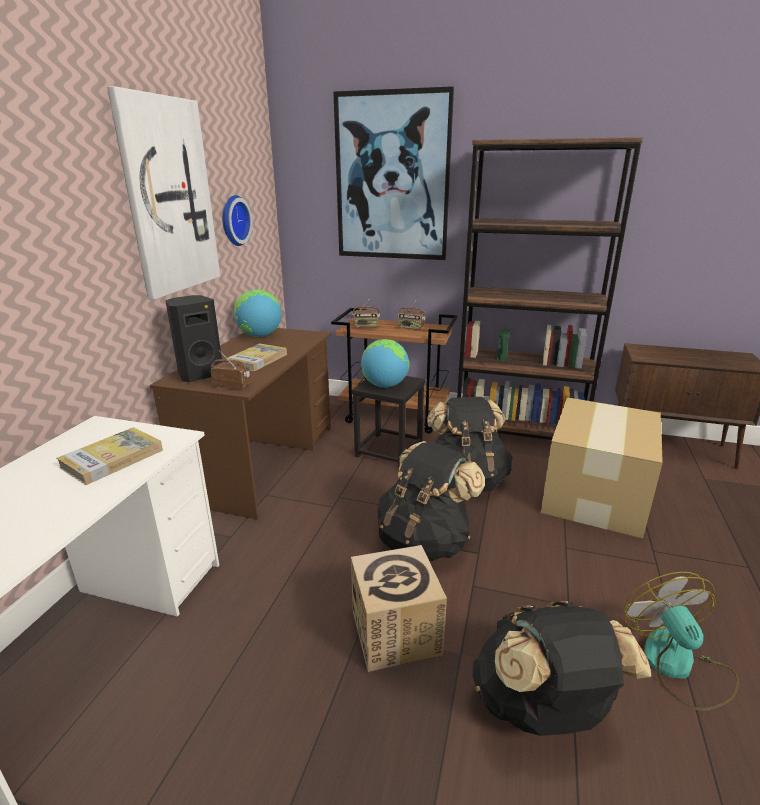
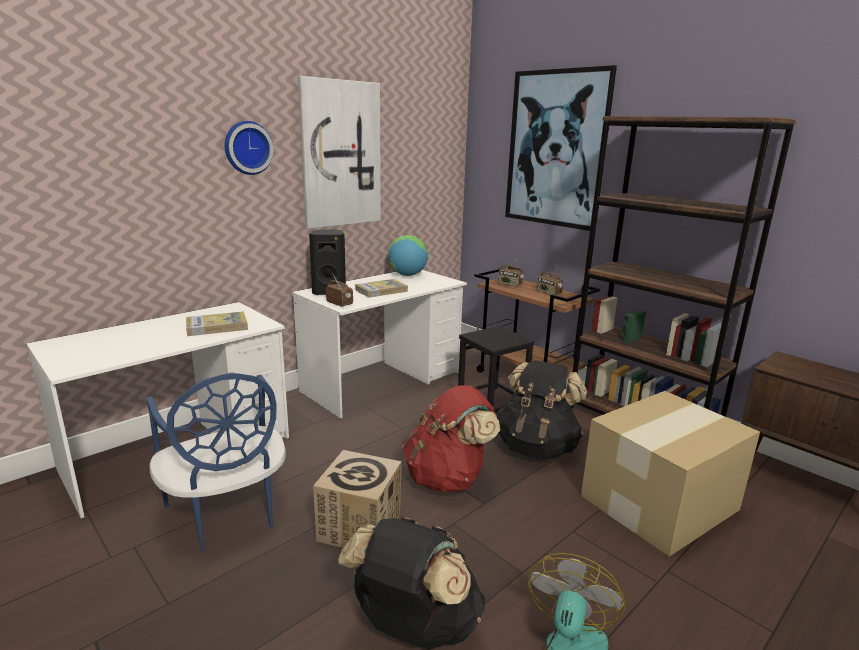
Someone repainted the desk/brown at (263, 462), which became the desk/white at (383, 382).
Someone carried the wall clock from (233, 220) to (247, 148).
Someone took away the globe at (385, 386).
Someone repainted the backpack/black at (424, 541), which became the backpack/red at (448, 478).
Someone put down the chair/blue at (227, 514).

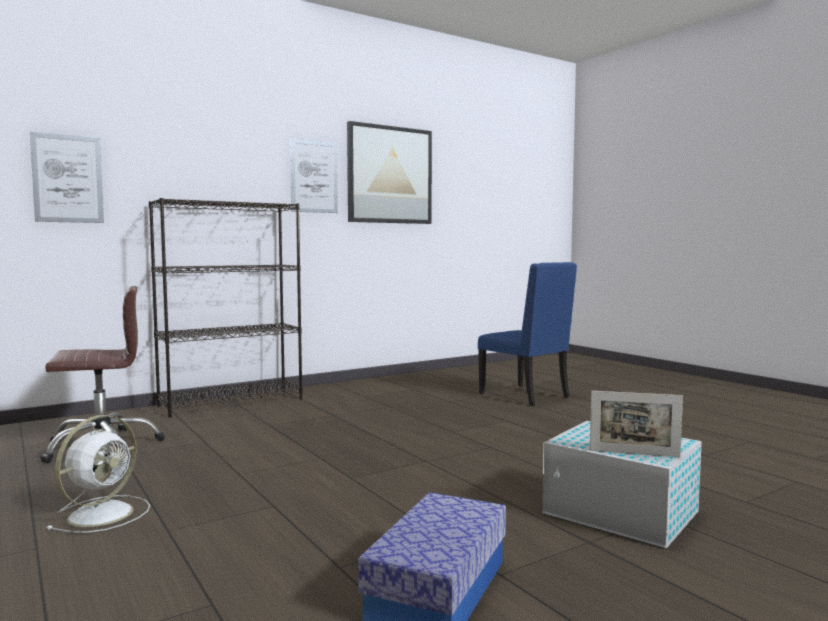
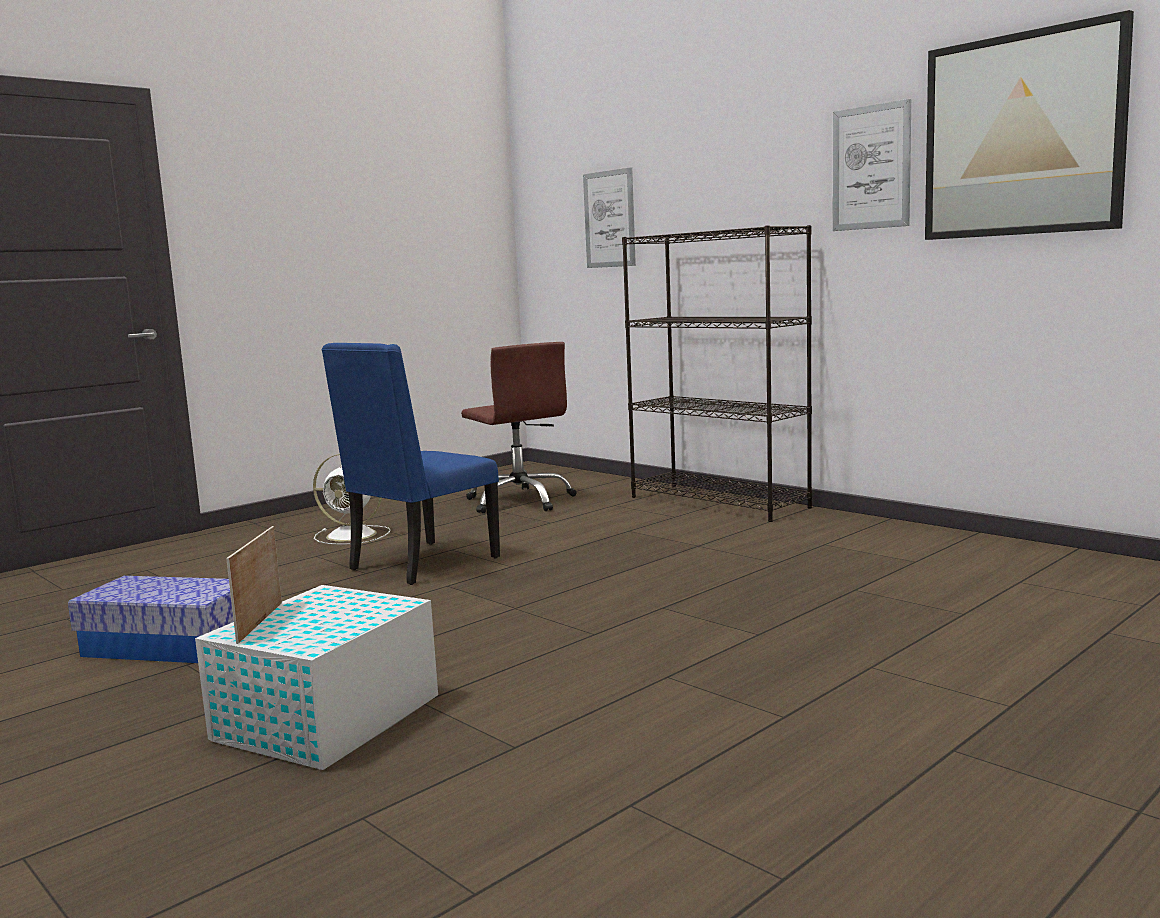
Someone carried the chair/blue from (526, 396) to (421, 564).

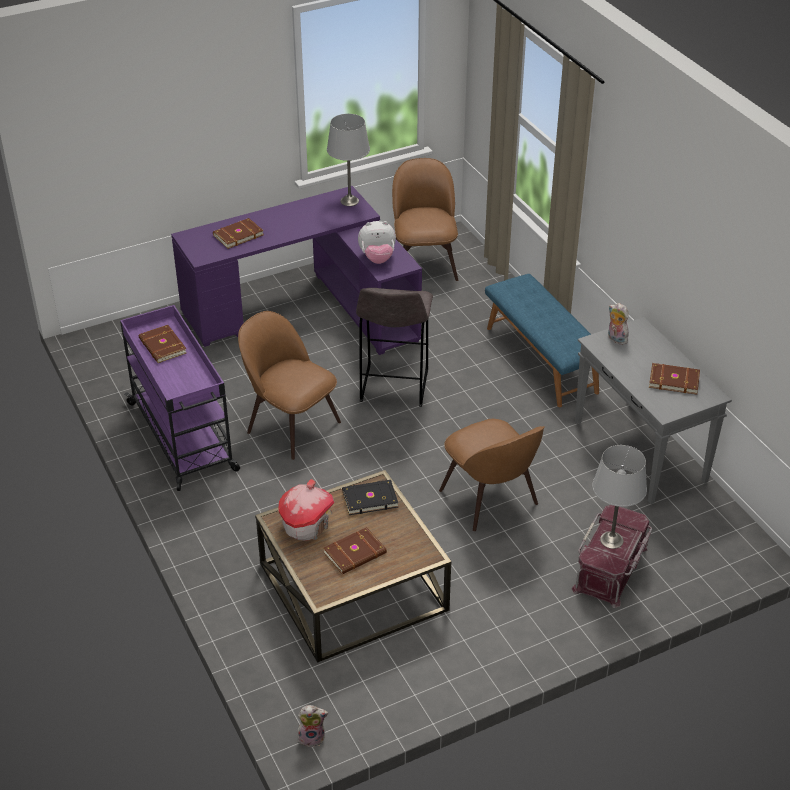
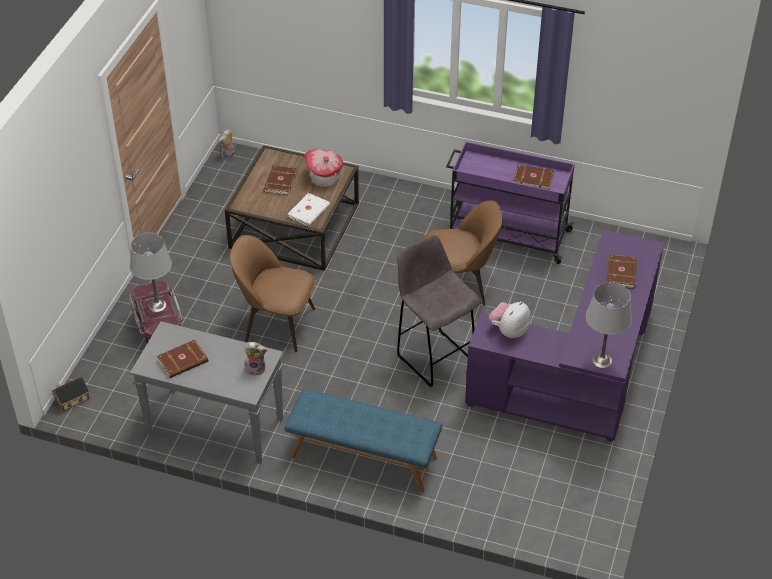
Someone repainted the book/black at (369, 498), which became the book/white at (309, 211).
Someone took away the chair/brown at (424, 264).
Someone put down the toy house at (70, 399).

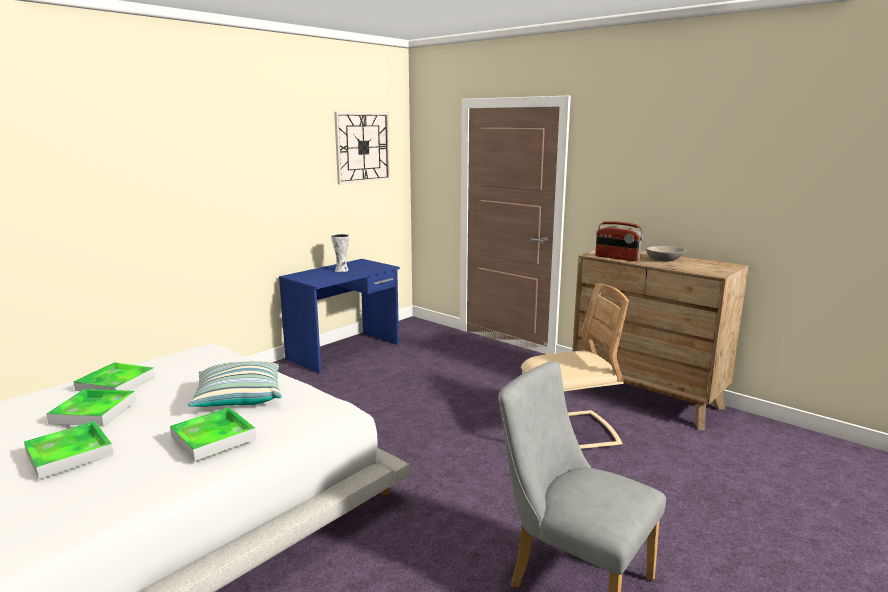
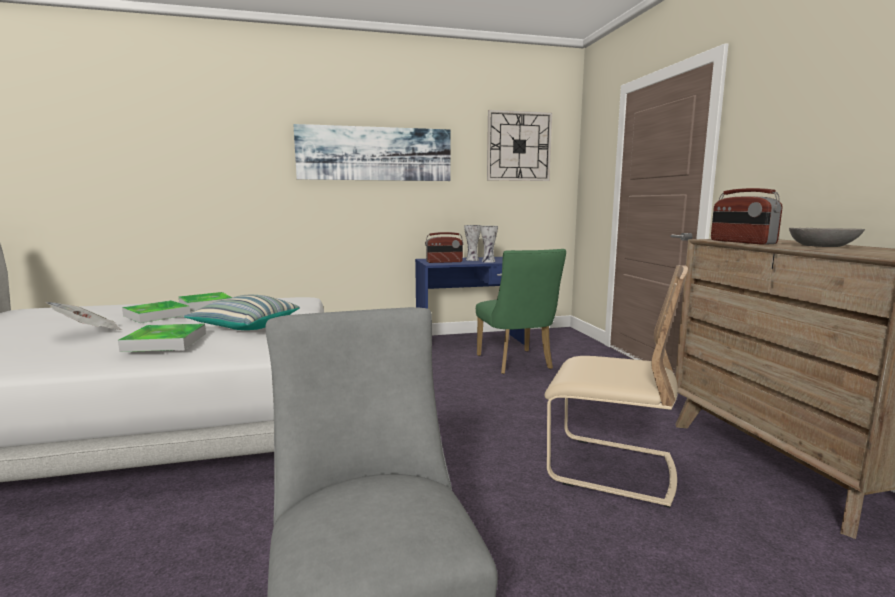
Someone swapped the tray at (69, 453) for the newspaper at (89, 332).
Someone put up the picture at (375, 154).
Someone put down the radio at (444, 262).
Someone put down the chair/green at (516, 364).
Someone put down the vase at (489, 261).

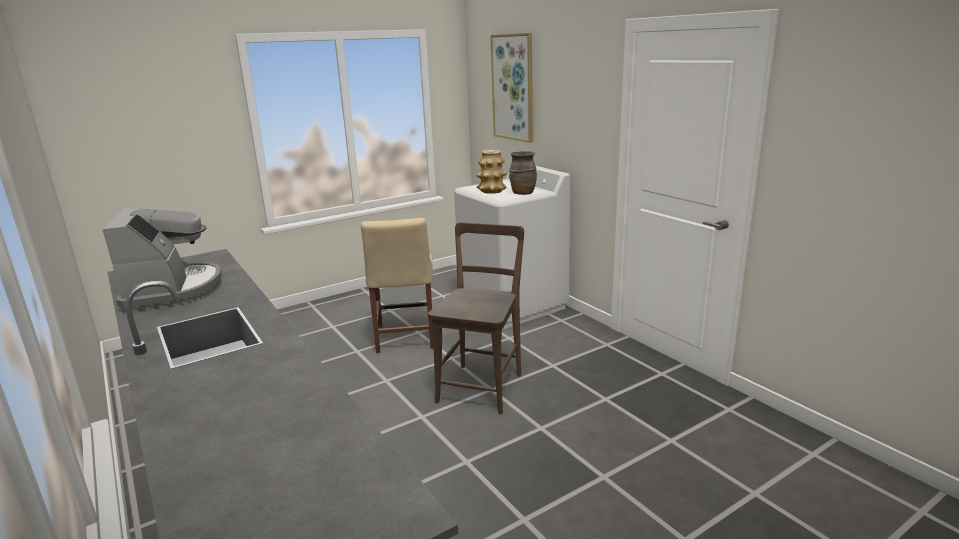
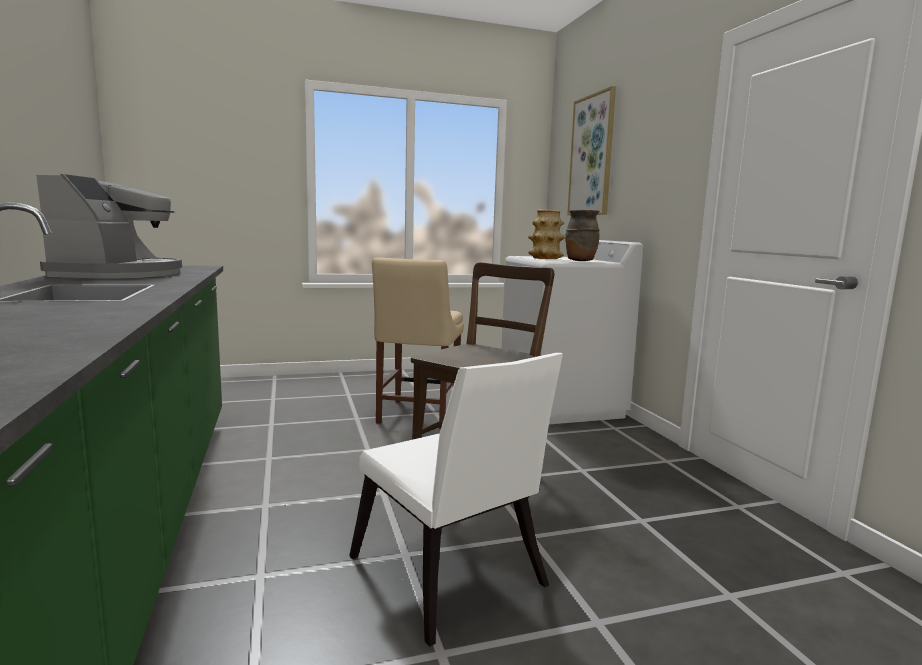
Someone put down the chair/white at (450, 580).

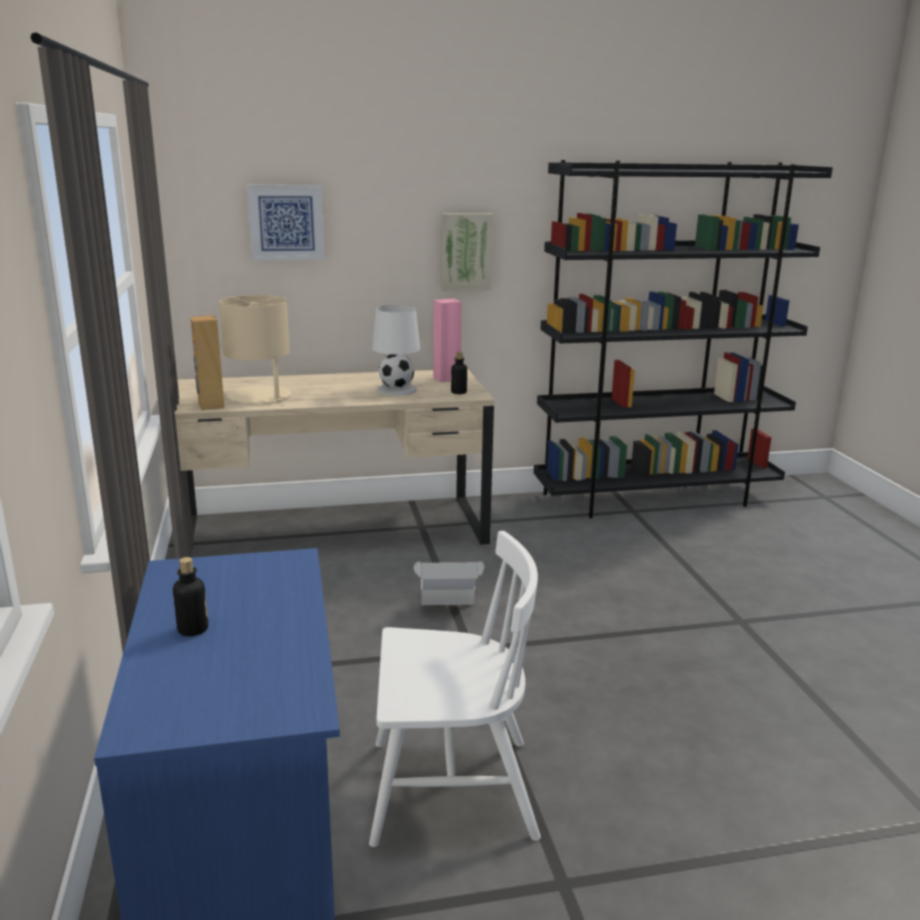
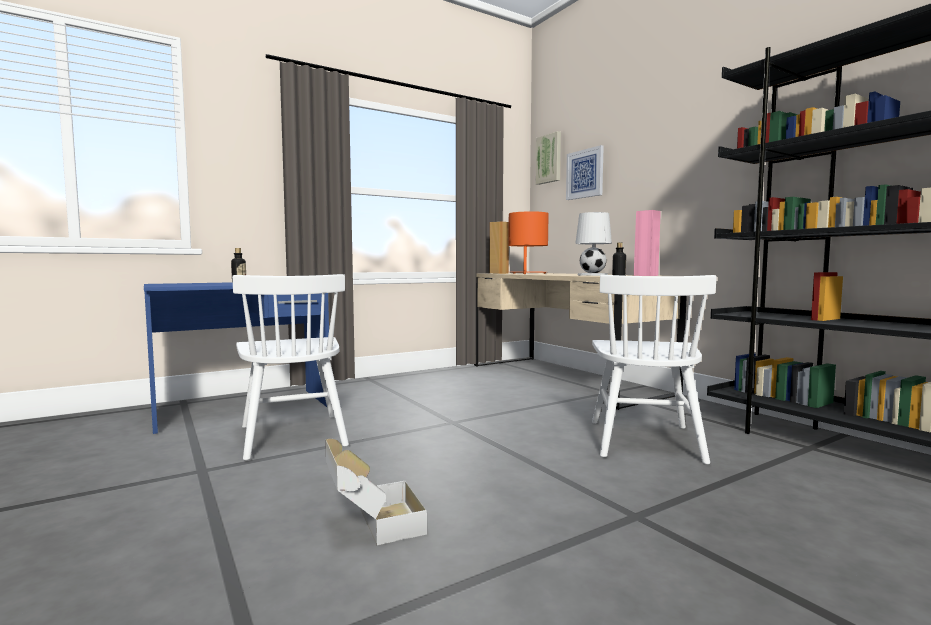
Someone repainted the table lamp/beige at (260, 396), which became the table lamp/orange at (527, 273).
Someone carried the cardboard box from (447, 603) to (372, 526).
Someone carried the picture from (466, 251) to (549, 159).
Someone put down the chair/white at (644, 441).

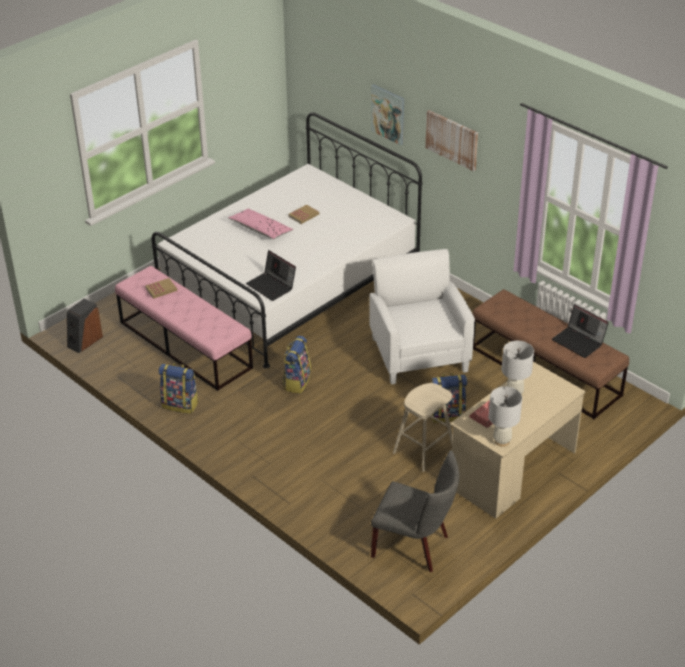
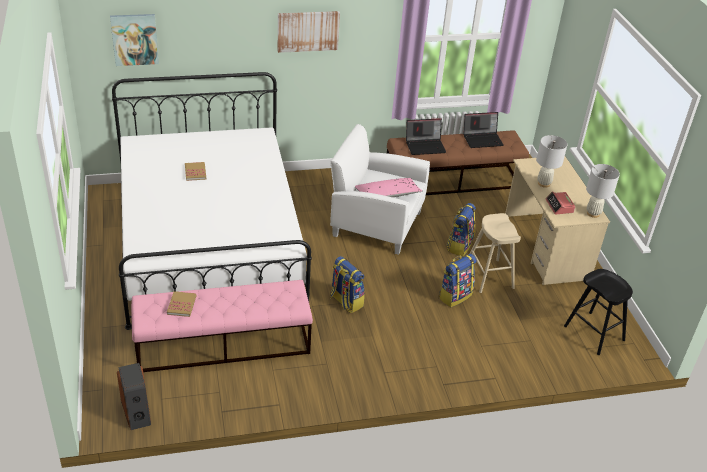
Someone carried the backpack from (180, 404) to (455, 296).
Someone carried the pillow/pink from (260, 229) to (387, 194).
Someone carried the laptop from (272, 286) to (425, 146).
Someone carried the picture from (388, 114) to (134, 39).
Someone swapped the chair/grey at (415, 546) for the stool/black at (594, 333).

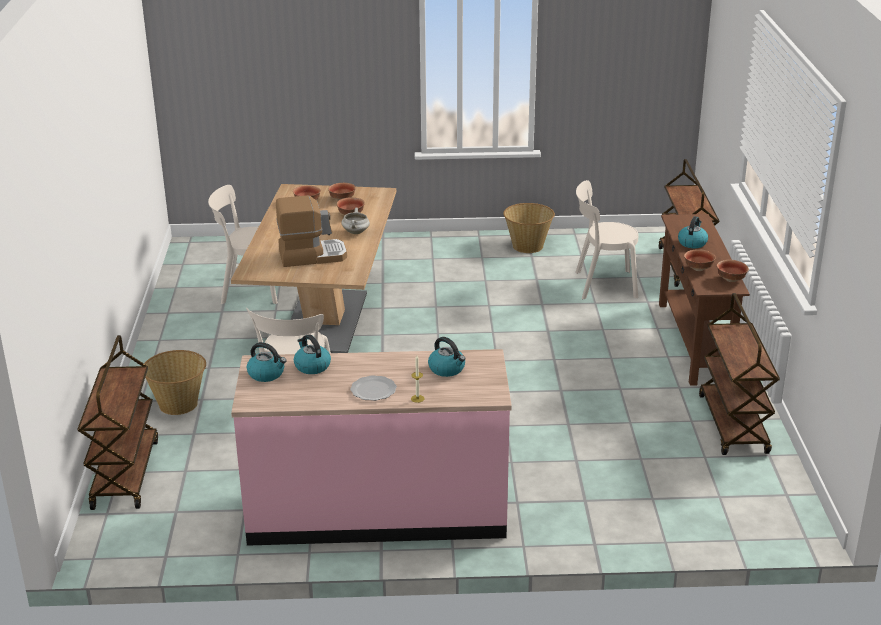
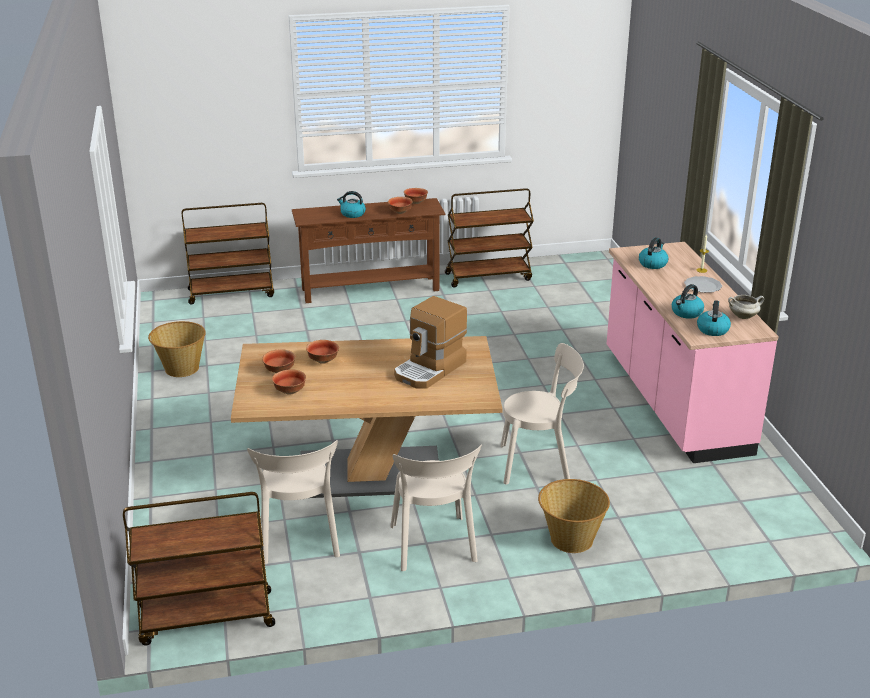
Someone carried the cart/brown from (125, 473) to (206, 618).
Someone rotated the coffee machine at (312, 255) by 120 degrees counterclockwise.
Someone carried the cooking pot/white from (356, 232) to (743, 316).
Someone carried the chair/beige from (602, 285) to (433, 546).

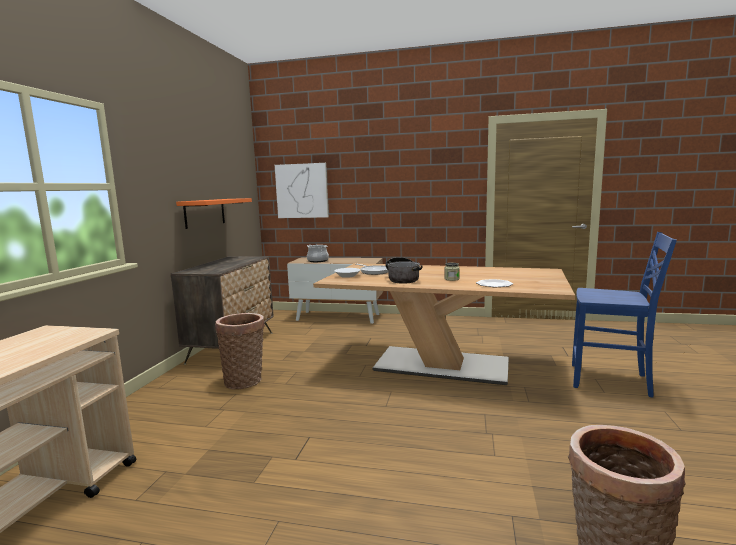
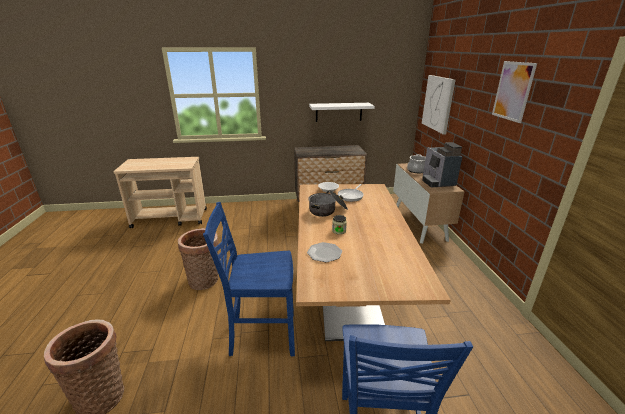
Someone repainted the shelf/orange at (205, 213), which became the shelf/white at (338, 112).
Someone carried the basket from (245, 380) to (205, 281).
Someone put down the chair/blue at (261, 334).
Someone put down the coffee machine at (437, 182).
Someone put up the picture at (513, 91).

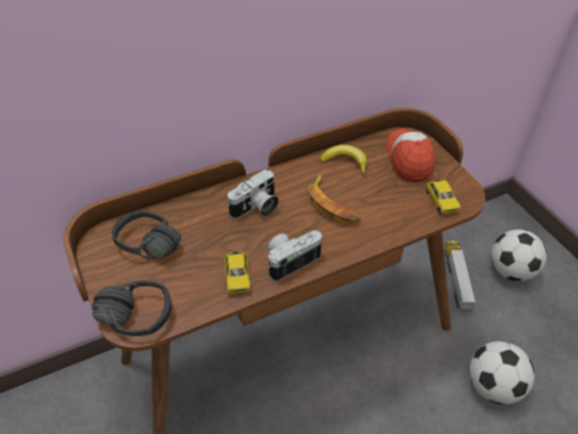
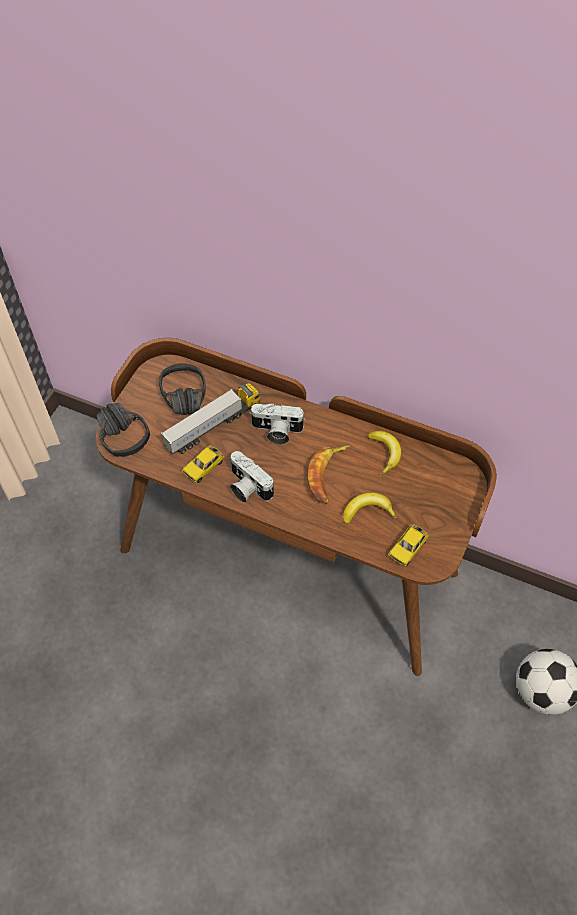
Someone rotated the photo camera at (290, 260) by 150 degrees counterclockwise.
Someone took away the cap at (408, 159).
Someone carried the toy truck from (456, 280) to (213, 426).
Someone took away the football at (493, 386).
Someone put down the banana at (367, 511).

